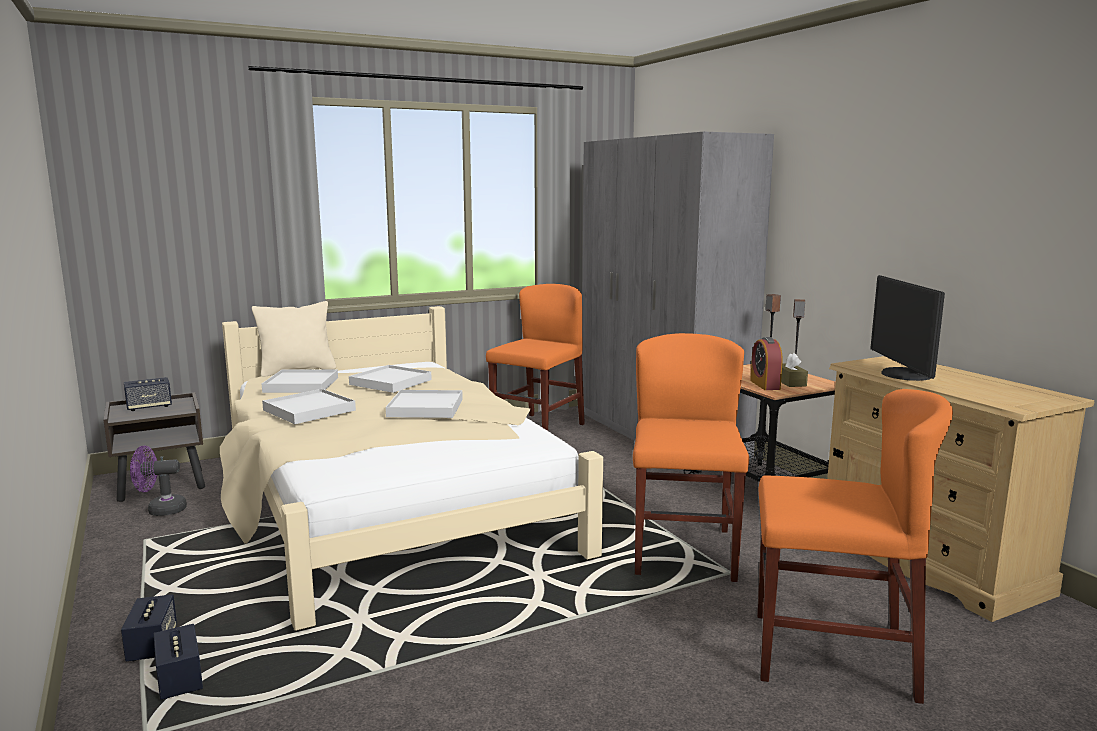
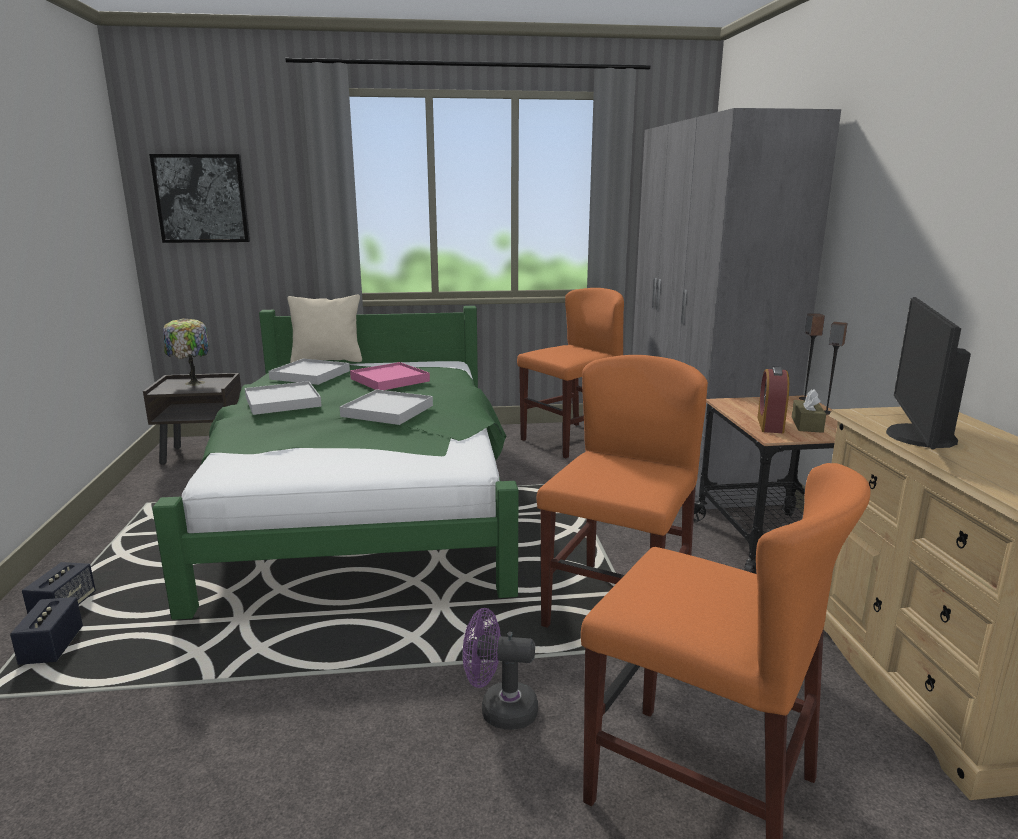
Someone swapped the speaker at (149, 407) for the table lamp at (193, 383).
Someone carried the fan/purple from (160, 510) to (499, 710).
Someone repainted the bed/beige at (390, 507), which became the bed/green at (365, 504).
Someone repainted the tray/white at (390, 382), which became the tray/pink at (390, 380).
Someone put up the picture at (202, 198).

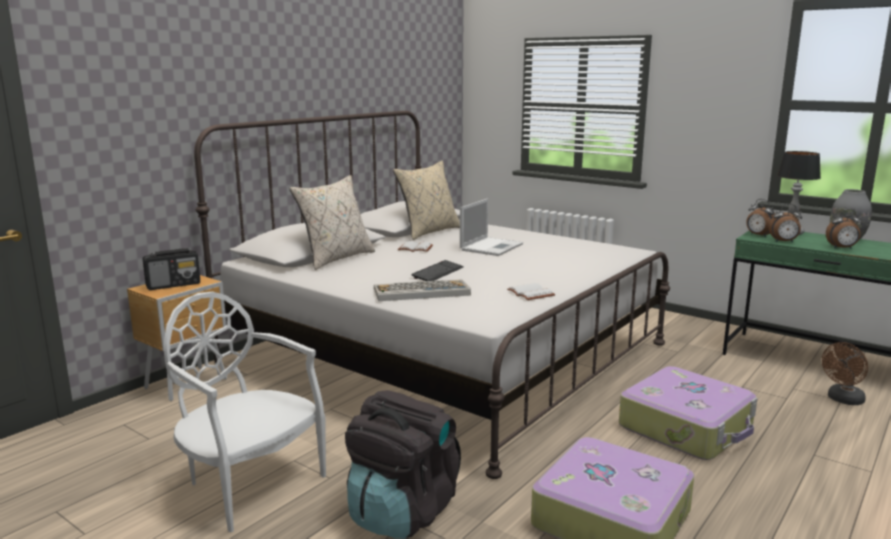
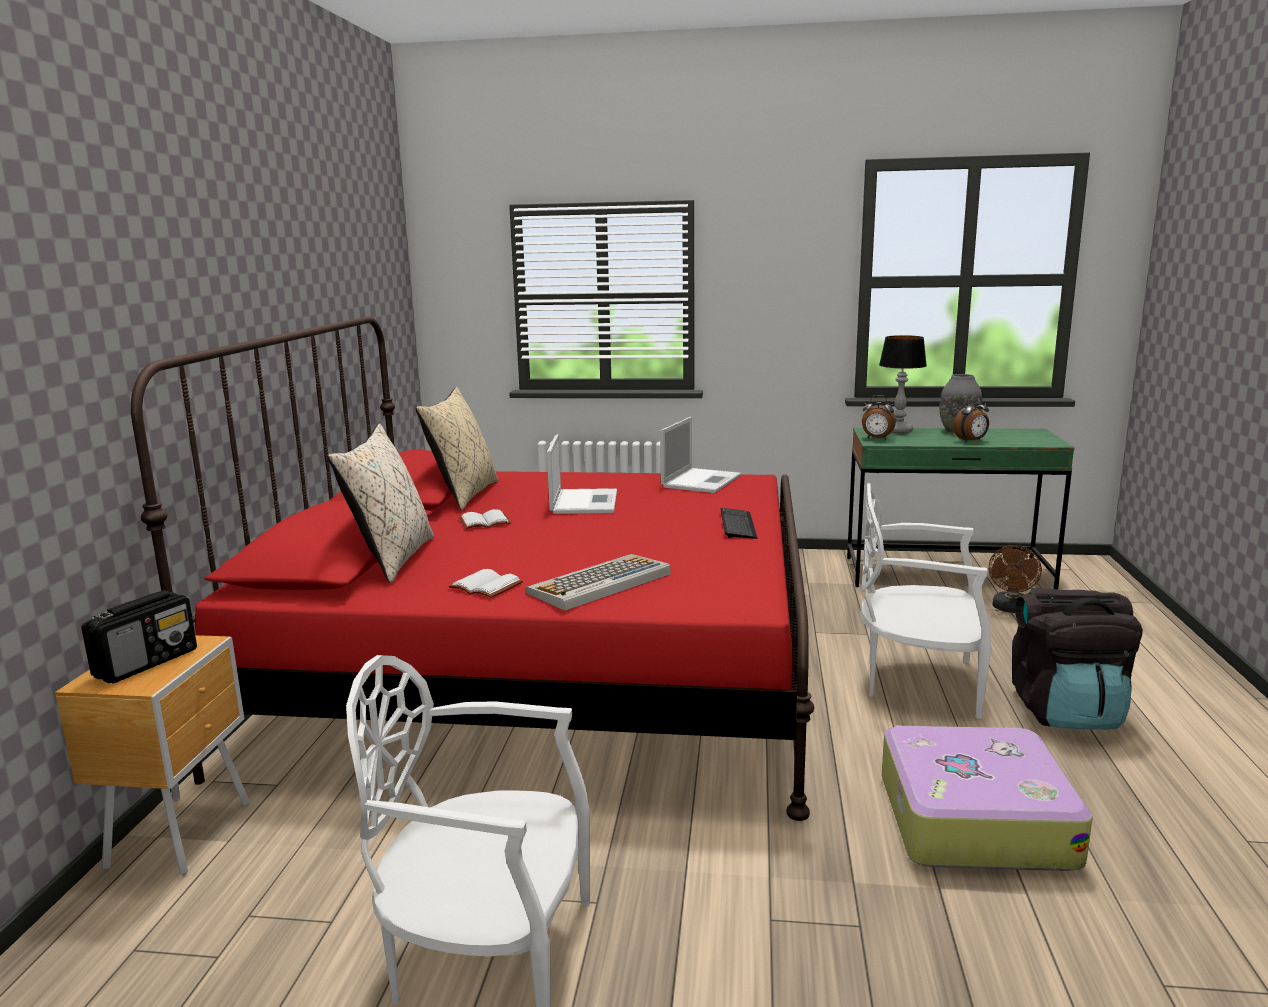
Someone repainted the bed/white at (444, 353), which became the bed/red at (548, 667).
Someone carried the backpack/black from (402, 511) to (1066, 711).
Someone carried the keyboard from (438, 272) to (738, 525).
Someone carried the book/white from (529, 293) to (484, 587).
Someone swapped the suitcase at (687, 427) for the chair/white at (918, 682).
Someone took away the alarm clock at (783, 242).
Someone put down the laptop at (701, 481).

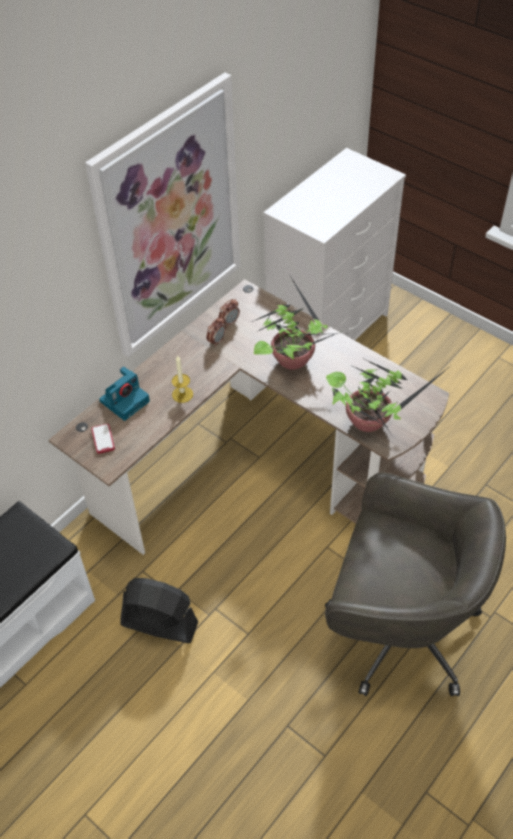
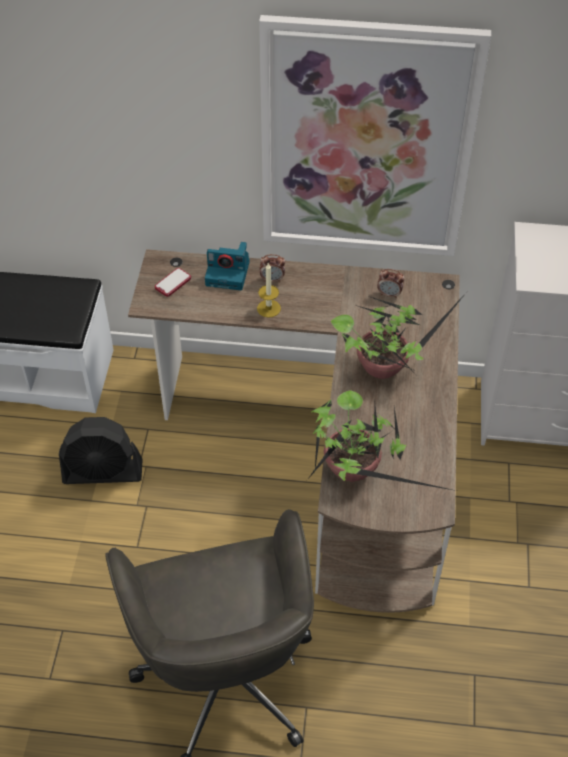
Someone rotated the fan/black at (159, 623) by 105 degrees clockwise.
Someone carried the alarm clock from (216, 341) to (272, 279).

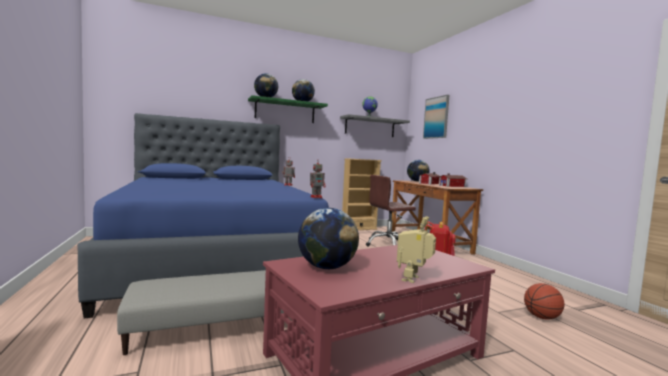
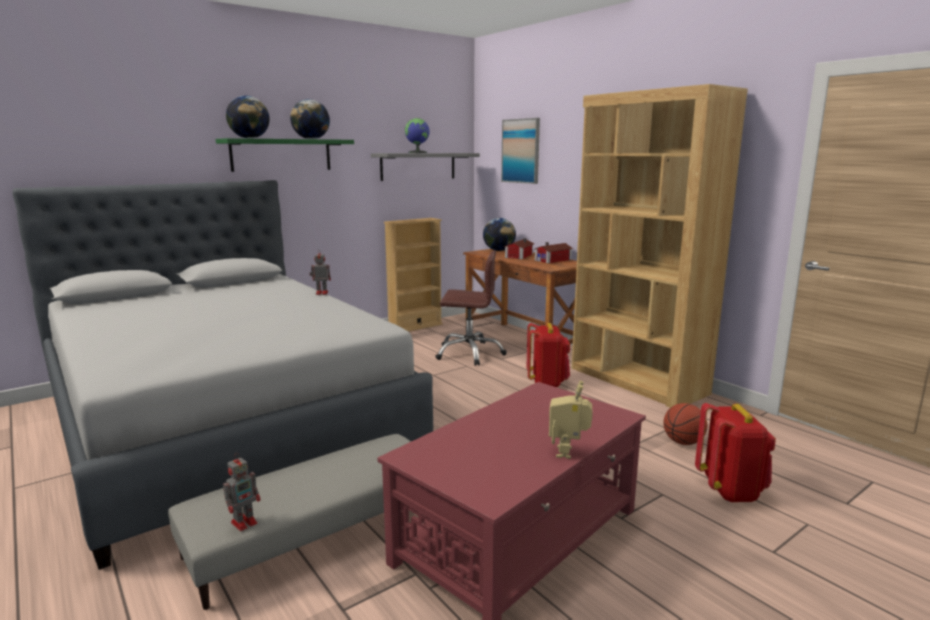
Someone repainted the bed/blue at (215, 257), which became the bed/grey at (226, 421).
Someone took away the globe at (327, 267).
Someone carried the toy robot from (316, 197) to (245, 522).
Someone rotated the office chair/brown at (388, 244) by 135 degrees counterclockwise.
Someone put down the bookcase/brown at (637, 381).
Someone put down the backpack/red at (730, 490).

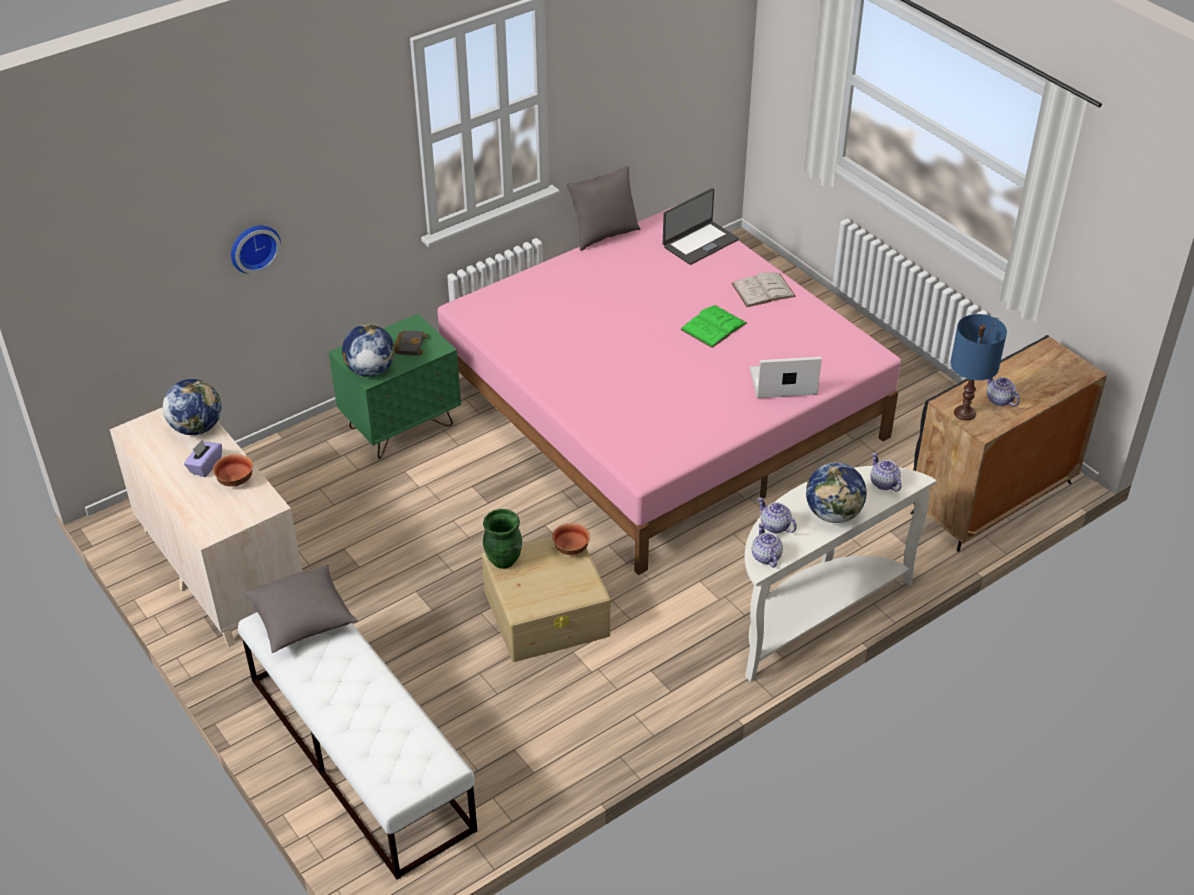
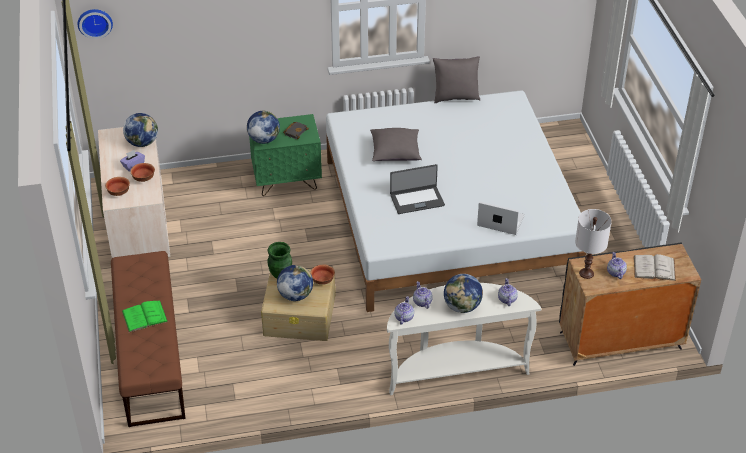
Someone carried the wall clock from (253, 247) to (95, 22).
Someone repainted the bench/white at (359, 752), which became the bench/brown at (150, 354).
Someone carried the pillow/grey from (302, 620) to (395, 153).
Someone repainted the bed/pink at (662, 409), which became the bed/white at (448, 219).
Someone carried the laptop from (699, 243) to (417, 200).
Someone carried the book/green from (713, 326) to (144, 316).
Someone carried the book/white from (763, 290) to (654, 268).
Someone repainted the table lamp/blue at (965, 413), which became the table lamp/white at (586, 273).
Someone put down the bowl at (118, 192).
Someone put down the globe at (295, 295).

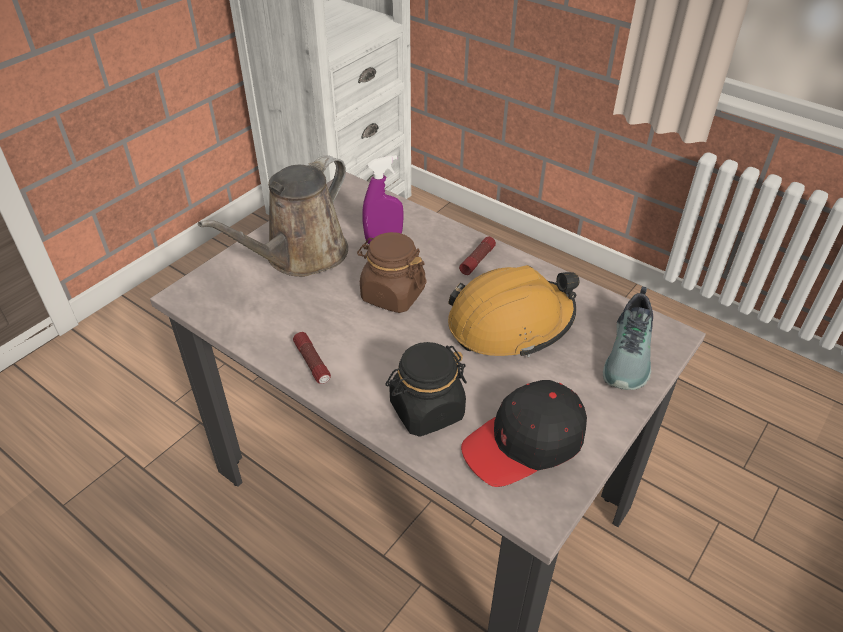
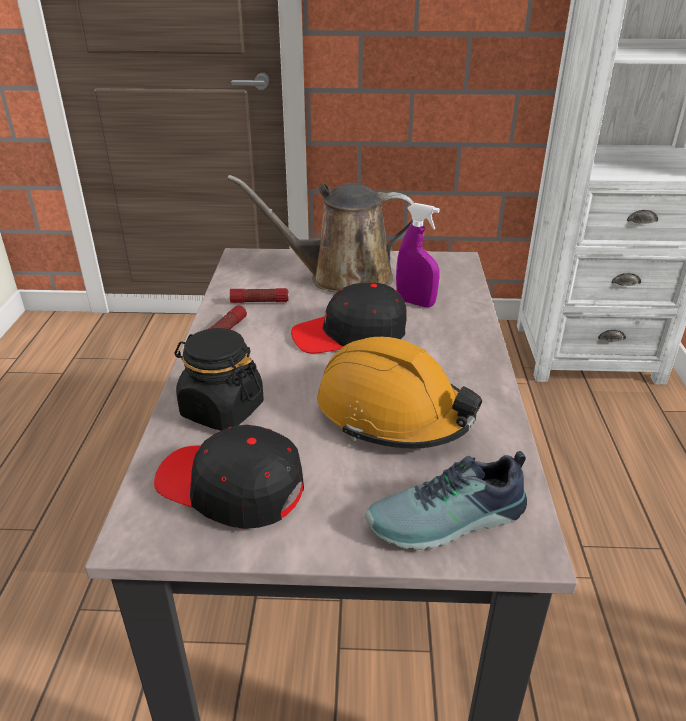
Someone swapped the jar/brown at (392, 294) for the cap/black at (350, 334).
Someone carried the flashlight from (477, 260) to (259, 302).

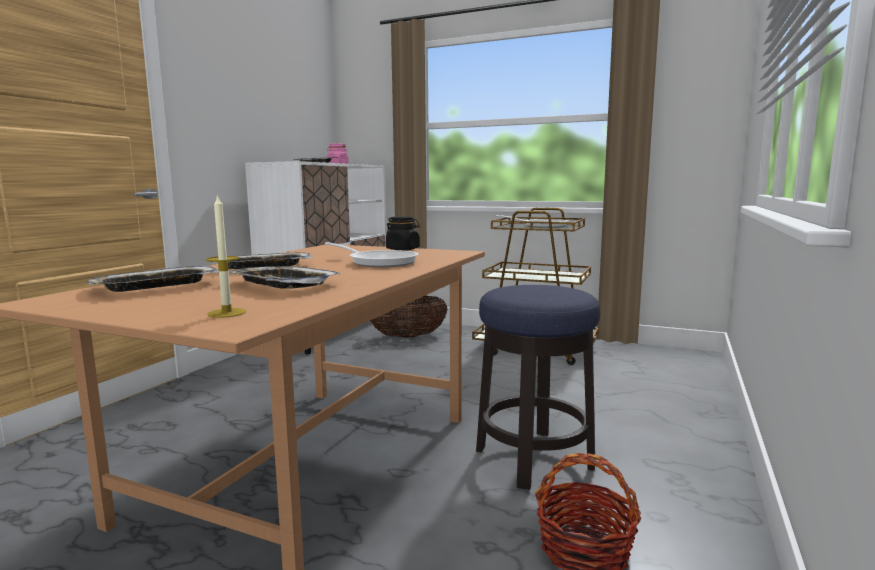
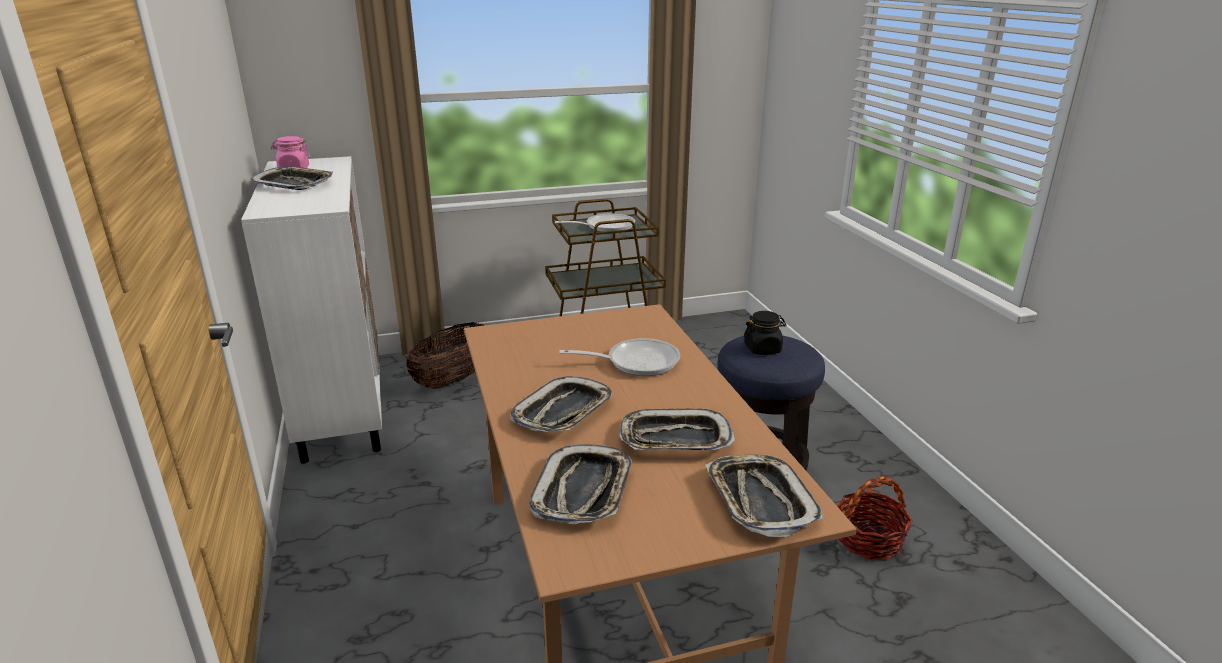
Someone swapped the candle at (227, 313) for the tray at (759, 500).
Someone carried the jar/black from (403, 249) to (763, 349).

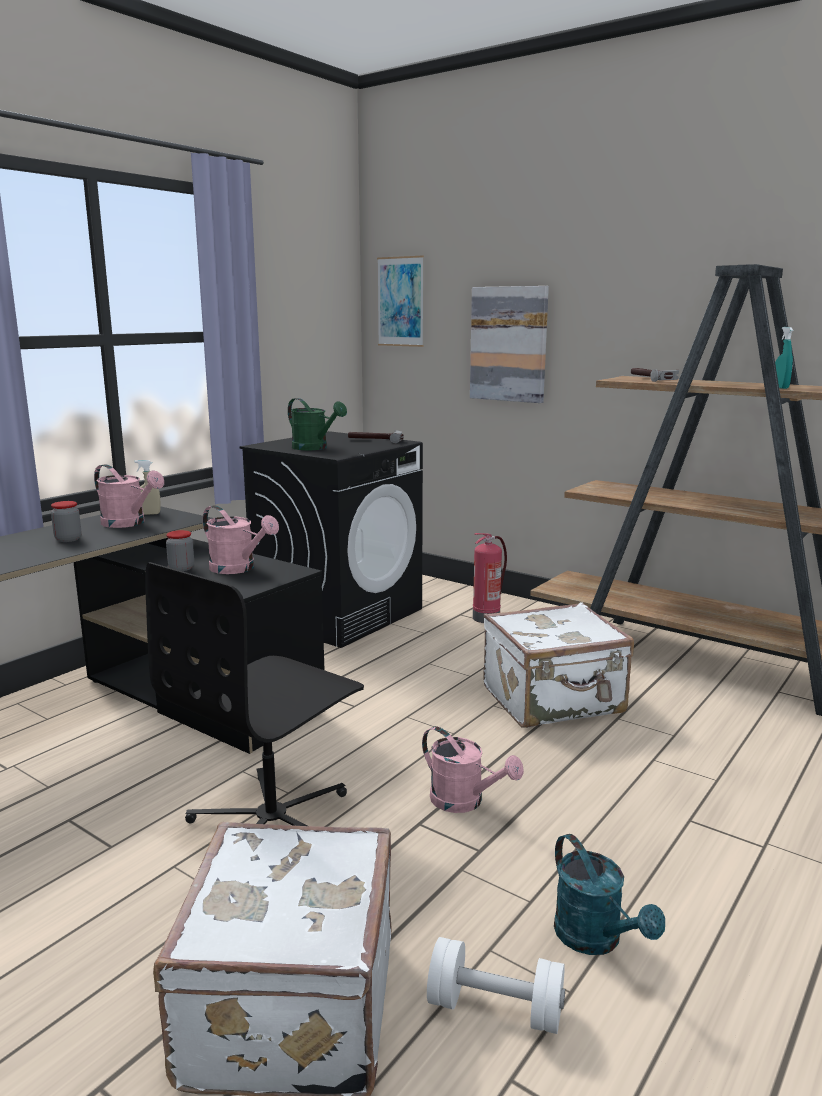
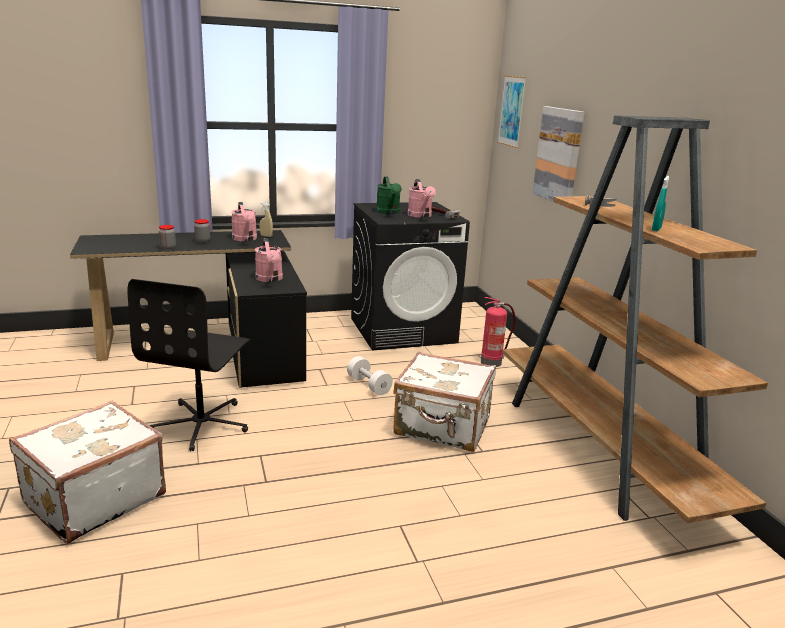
Someone rotated the office chair/black at (273, 822) by 60 degrees counterclockwise.
Someone carried the jar from (181, 568) to (168, 248).
Someone carried the watering can/pink from (465, 802) to (421, 216).
Someone carried the dumbbell/white from (495, 1008) to (369, 385).
Someone took away the watering can/turquoise at (596, 939).

